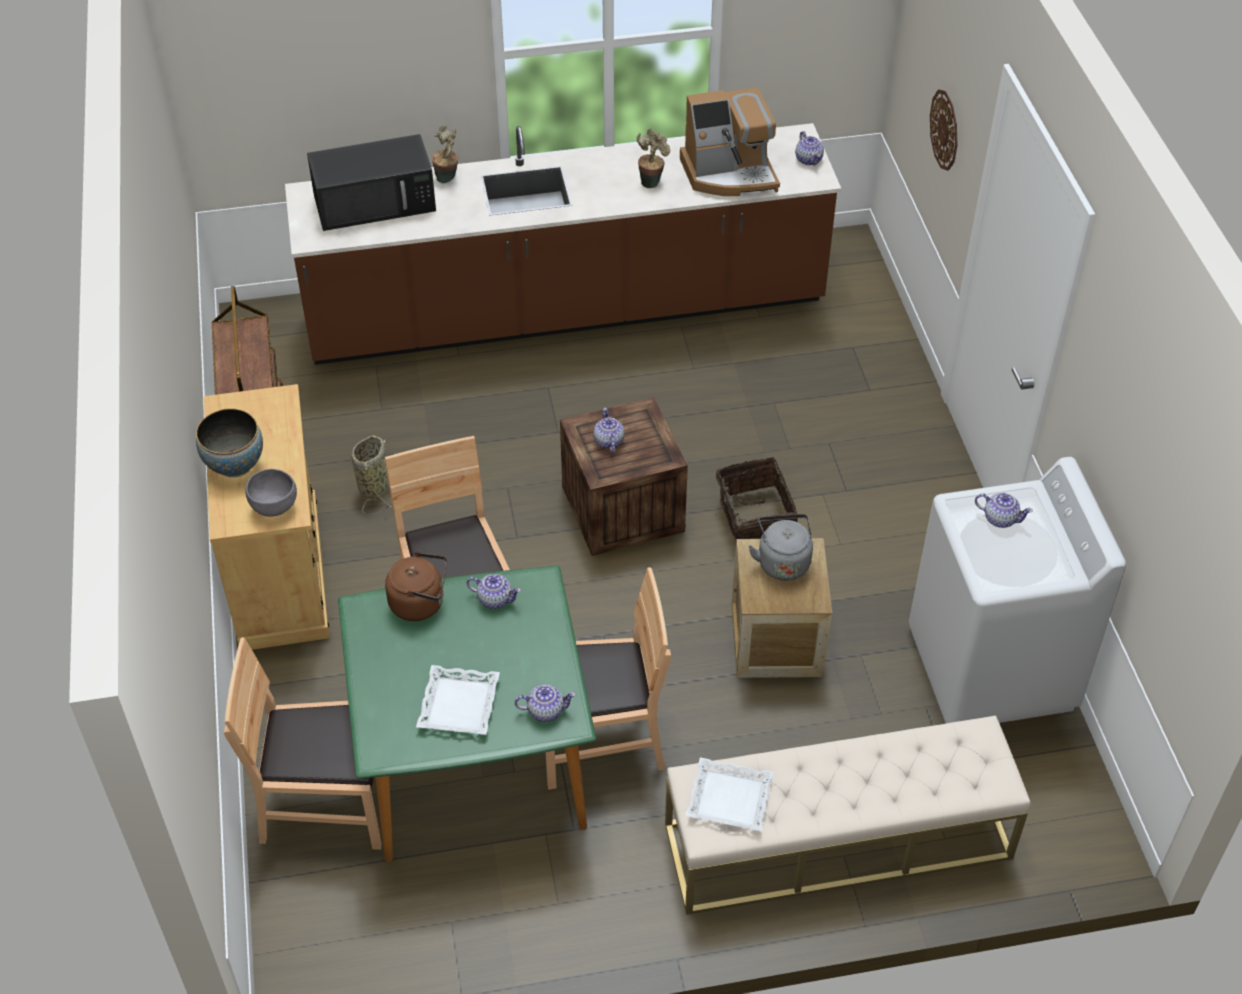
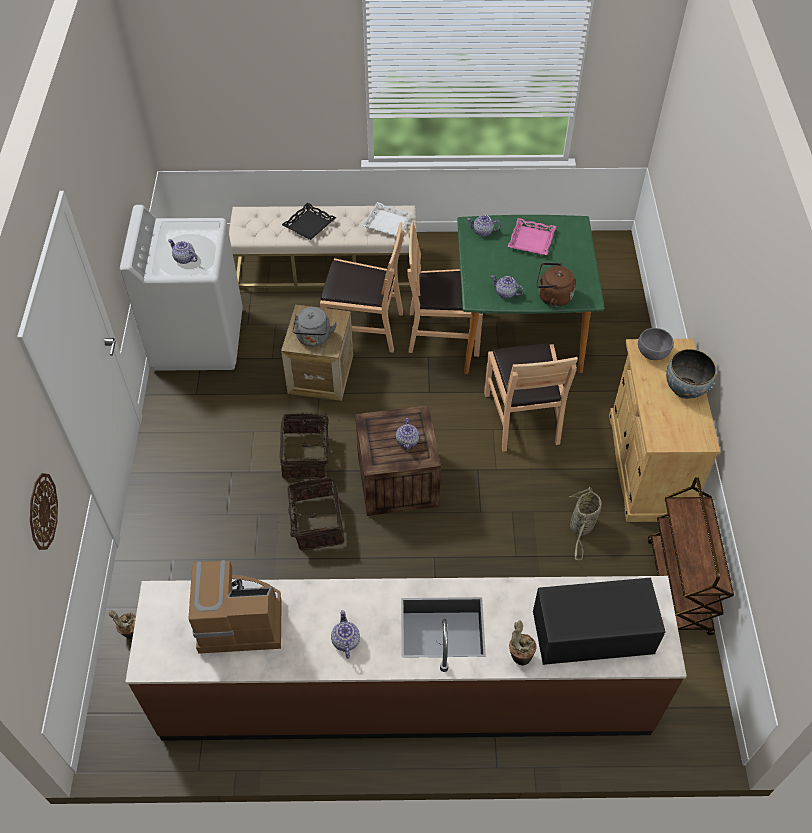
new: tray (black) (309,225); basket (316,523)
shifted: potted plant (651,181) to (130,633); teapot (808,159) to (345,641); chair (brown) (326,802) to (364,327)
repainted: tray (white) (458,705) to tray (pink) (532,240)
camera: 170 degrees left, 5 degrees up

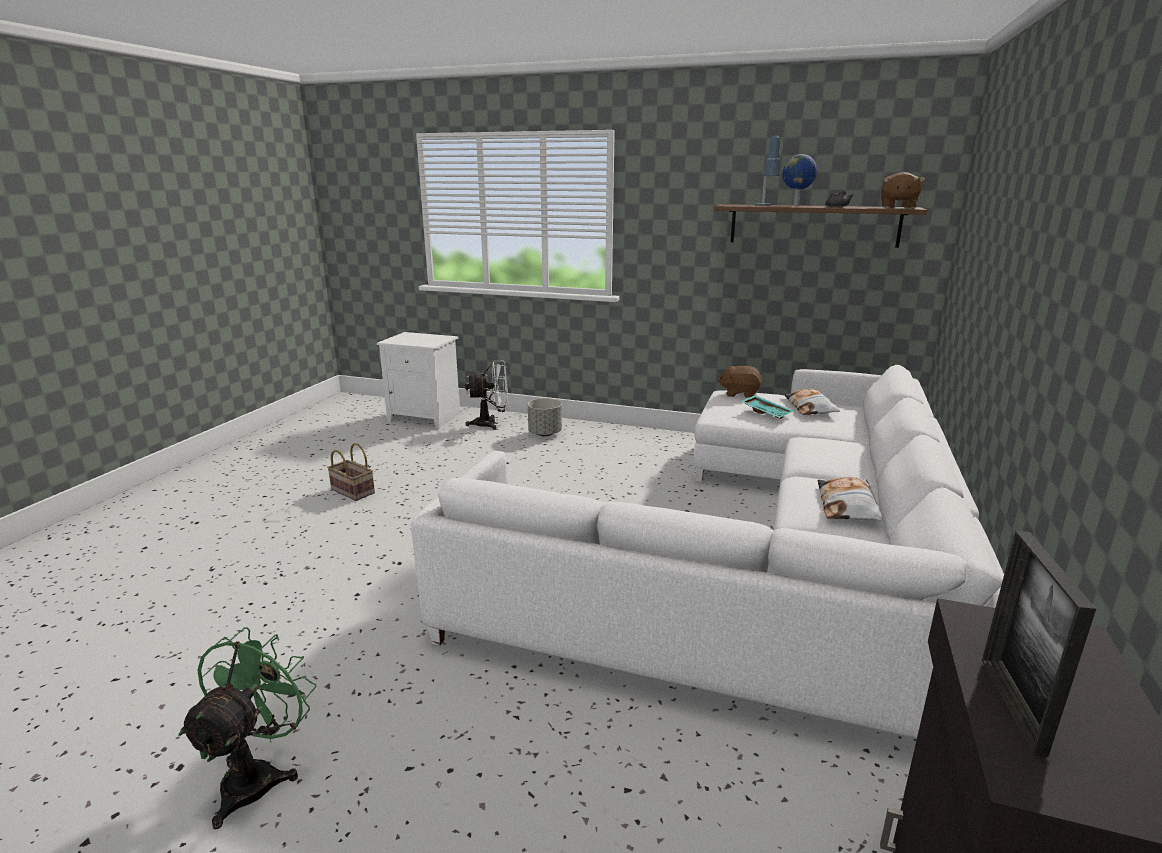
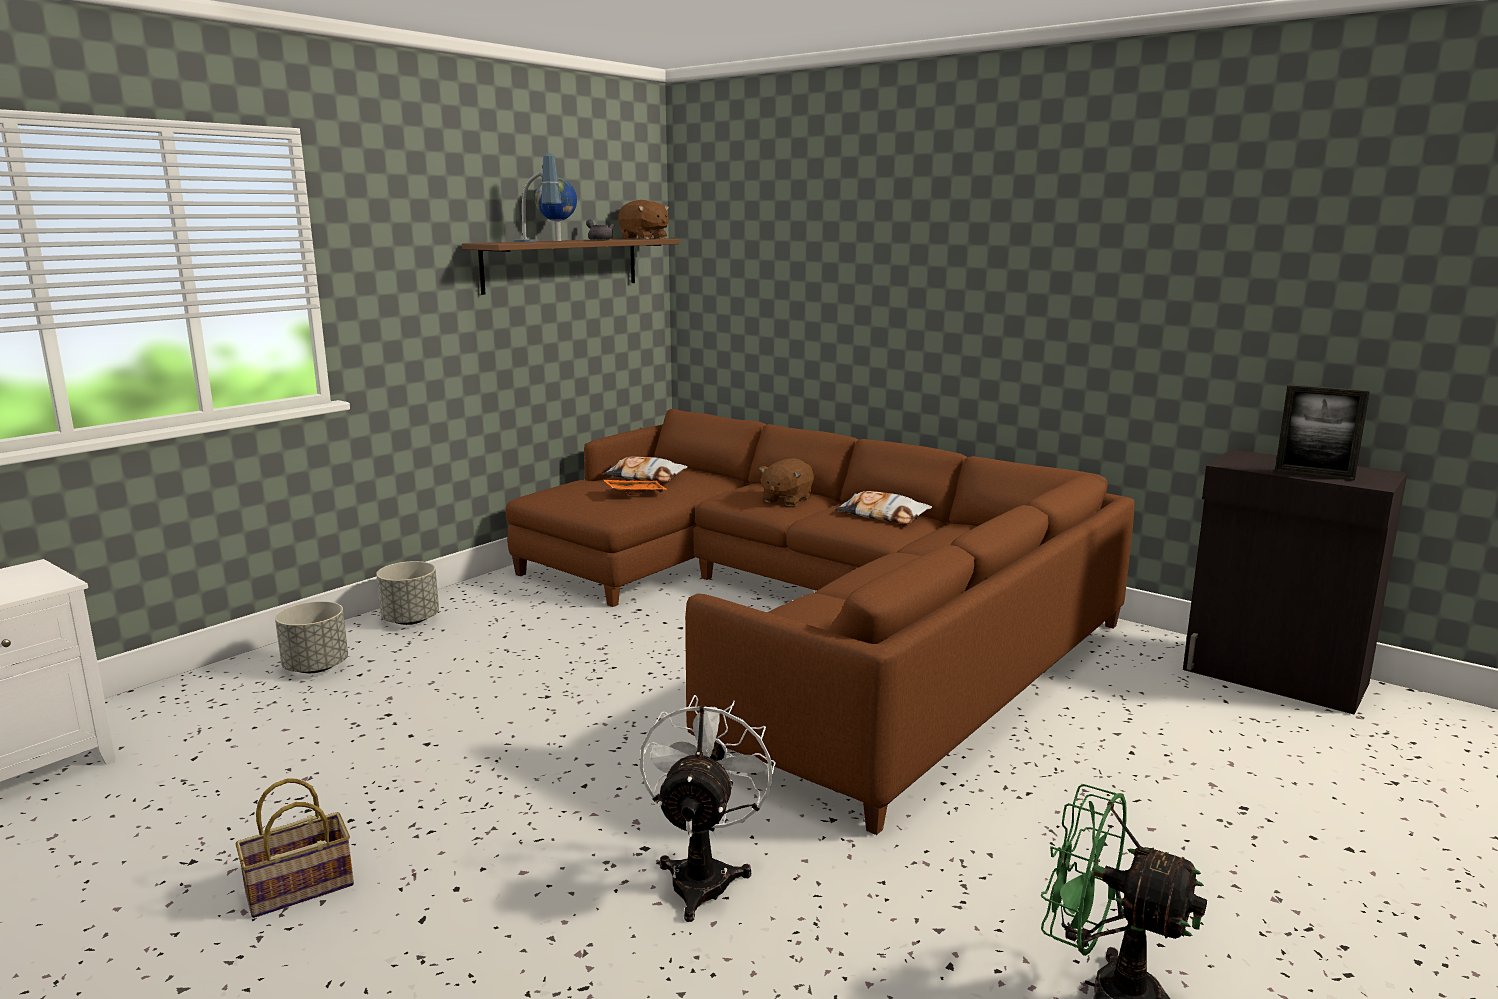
new: planter (grey) (411,620)
shifted: fan (white) (491,424) to (704,875); plush toy (brown) (739,394) to (786,500)
repainted: sofa (white) (769,557) to sofa (brown) (811,614); tray (turquoise) (766,412) to tray (orange) (634,492)
camera: 70 degrees left, 5 degrees down

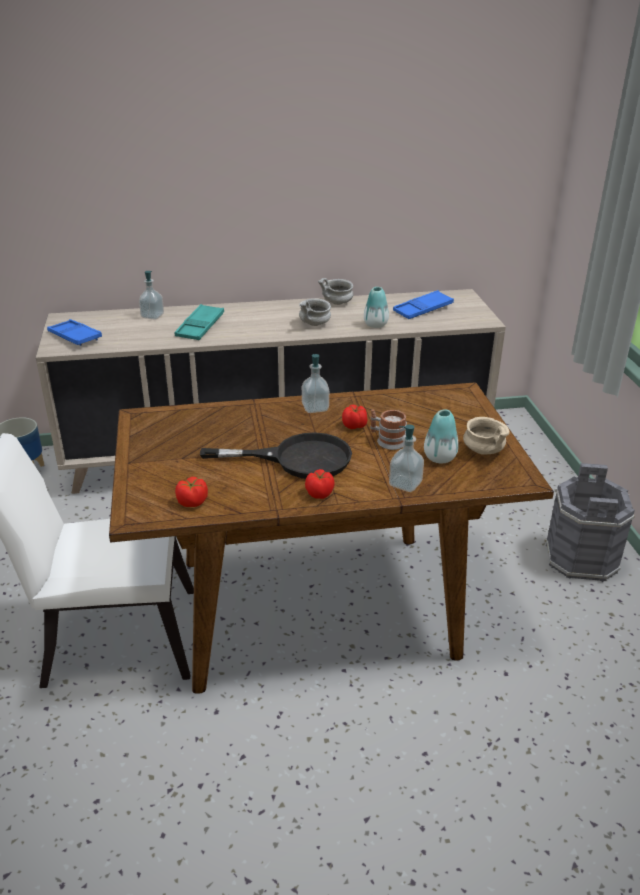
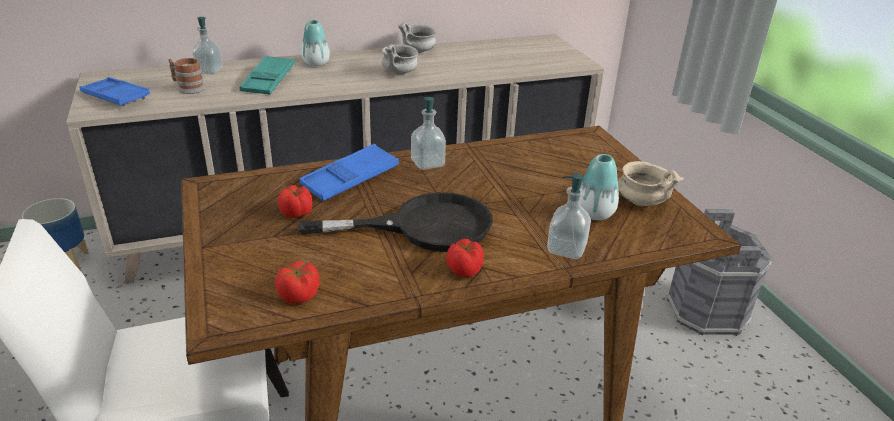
shifted: vase (375,325) to (316,63); tray (blue) (423,309) to (350,178); tomato (355,426) to (297,213); mug (387,440) to (187,88)
camera: 10 degrees left, 0 degrees up

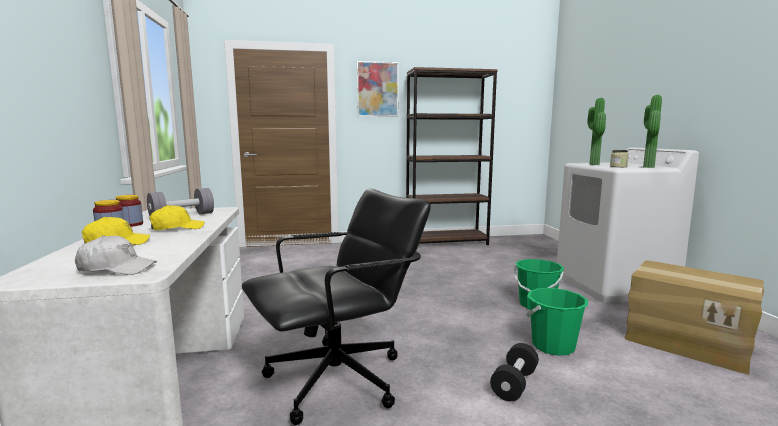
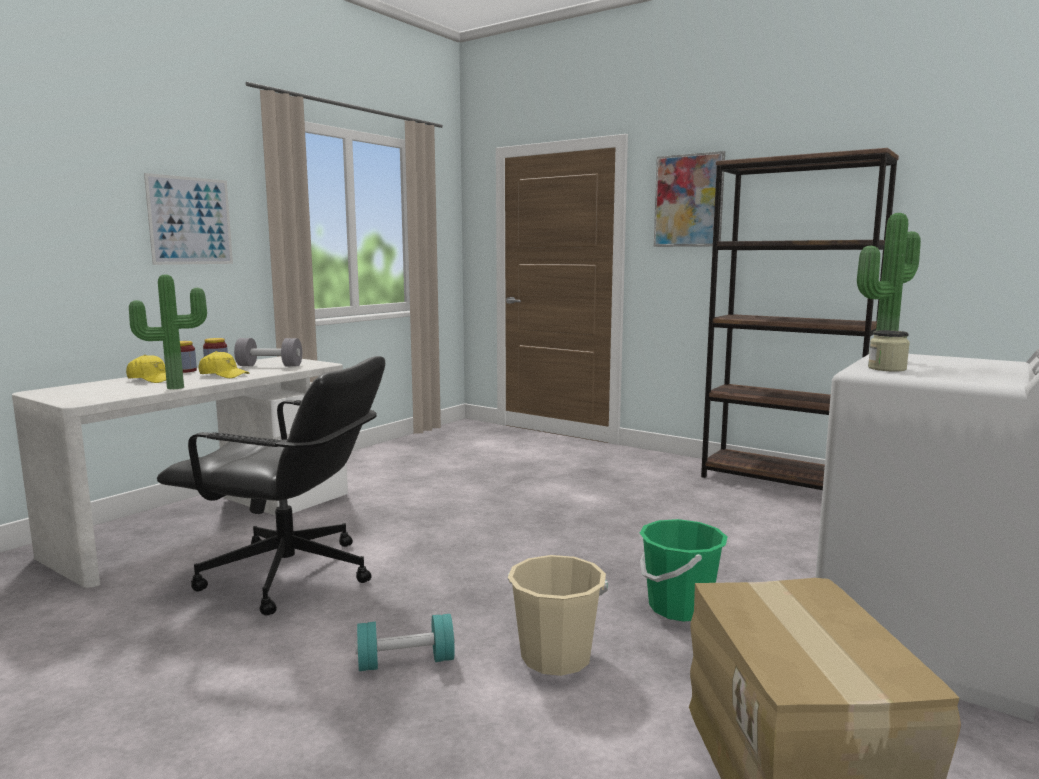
gone: cap (white) (117,268)
new: picture (190,221)
shifted: potted plant (646,167) to (175,387)
repainted: bucket (green) (553,346) to bucket (beige) (556,657); dumbbell (black) (514,384) to dumbbell (turquoise) (406,662)
camera: 45 degrees right, 0 degrees up

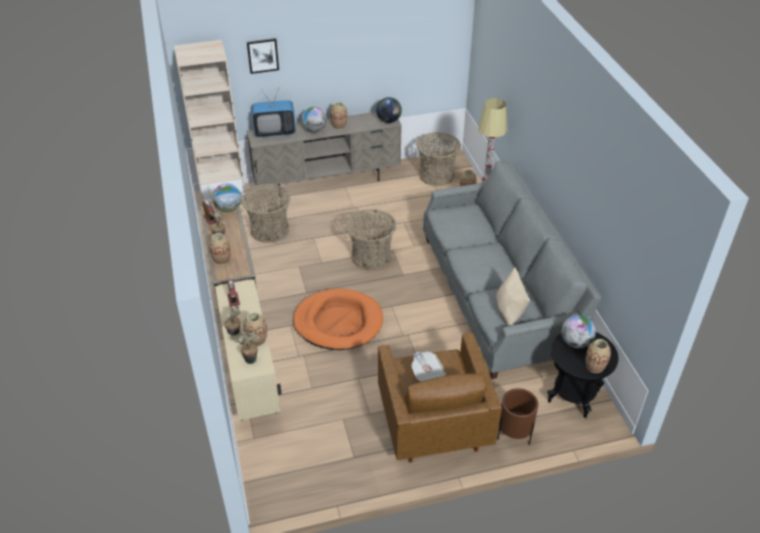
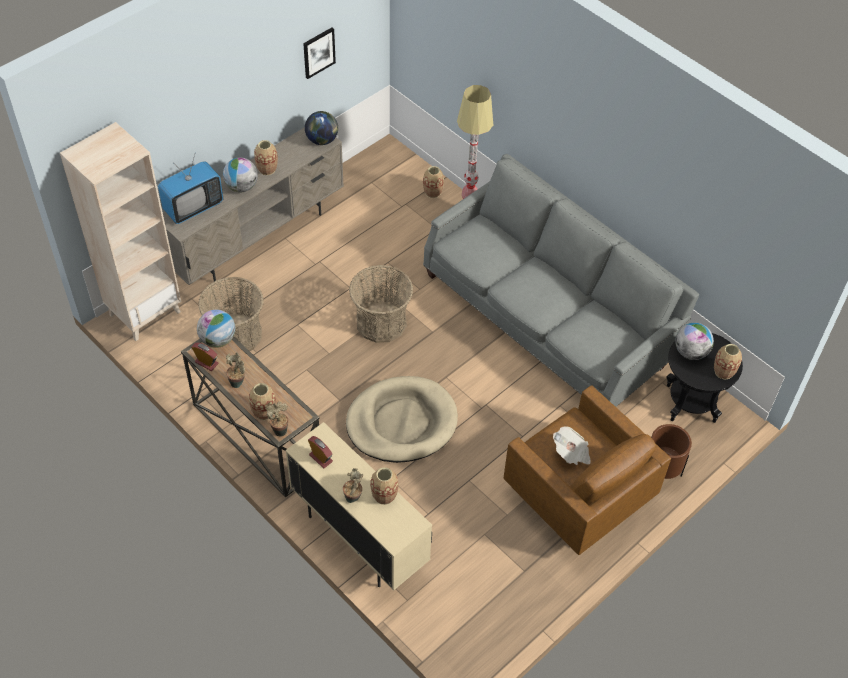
gone: basket (436,175); pillow (beige) (509,311)
shifted: picture (262,55) to (318,52); potted plant (250,358) to (279,430)
repainted: dog bed (orange) (338,322) to dog bed (beige) (401,422)
camera: 30 degrees left, 10 degrees up

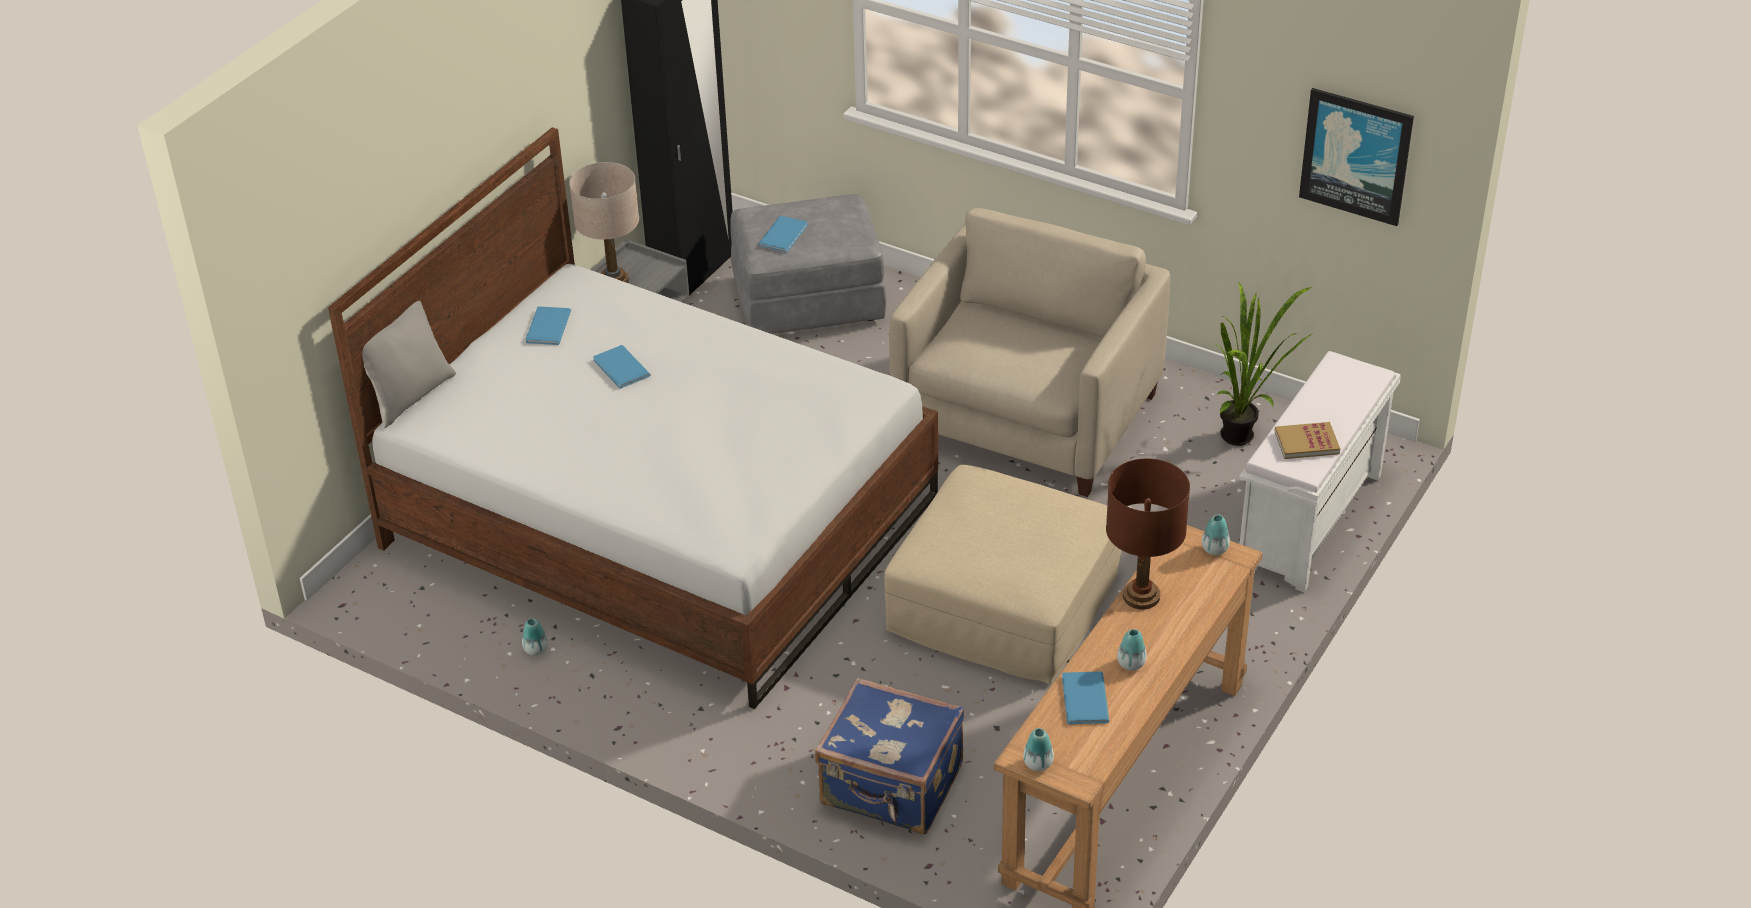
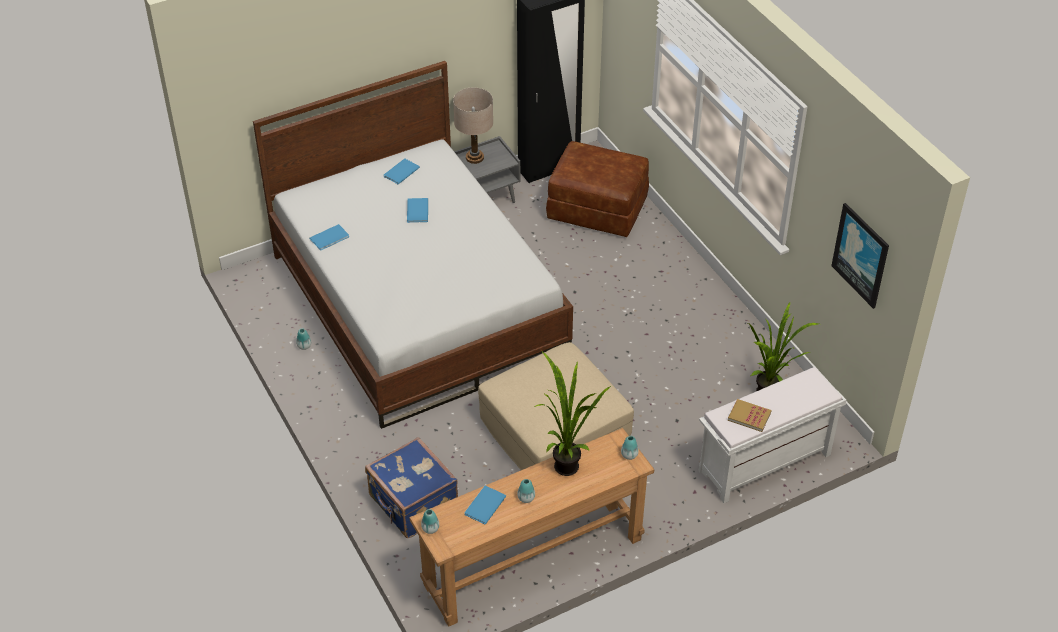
gone: armchair (beige) (1028,417); pillow (grey) (409,396)
shifted: book (blue) (785,234) to (330,238)
swapped: table lamp (brown) (1141,596) to potted plant (565,462)
repainted: ottoman (grey) (809,299) to ottoman (brown) (598,208)
camera: 30 degrees right, 5 degrees up

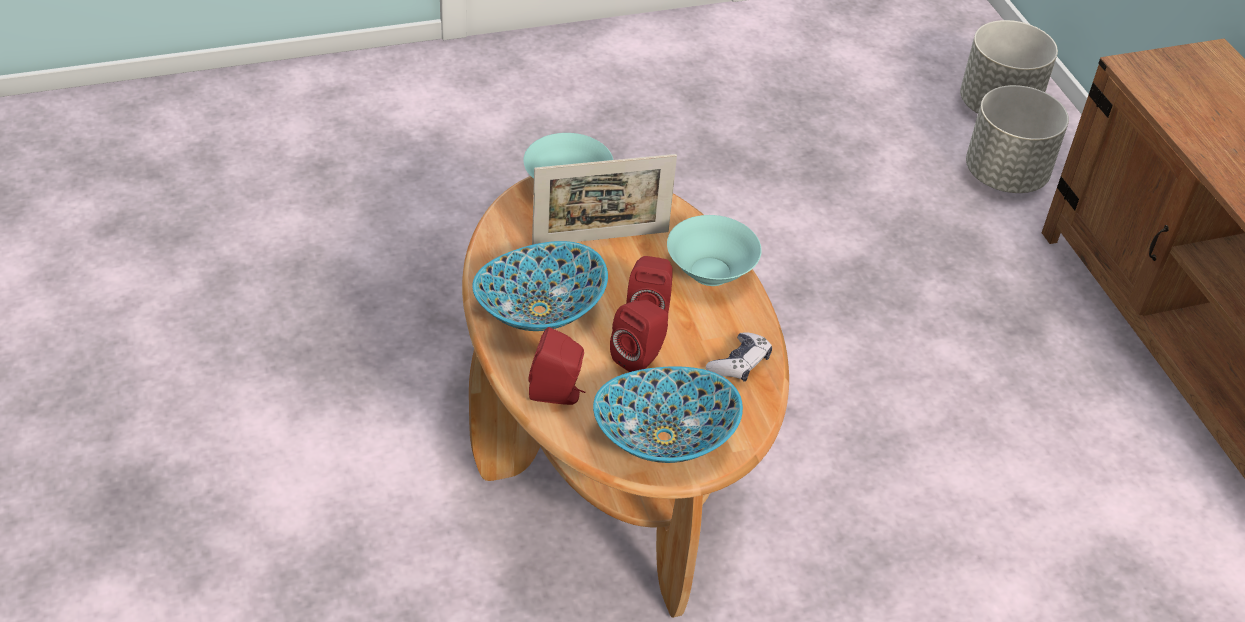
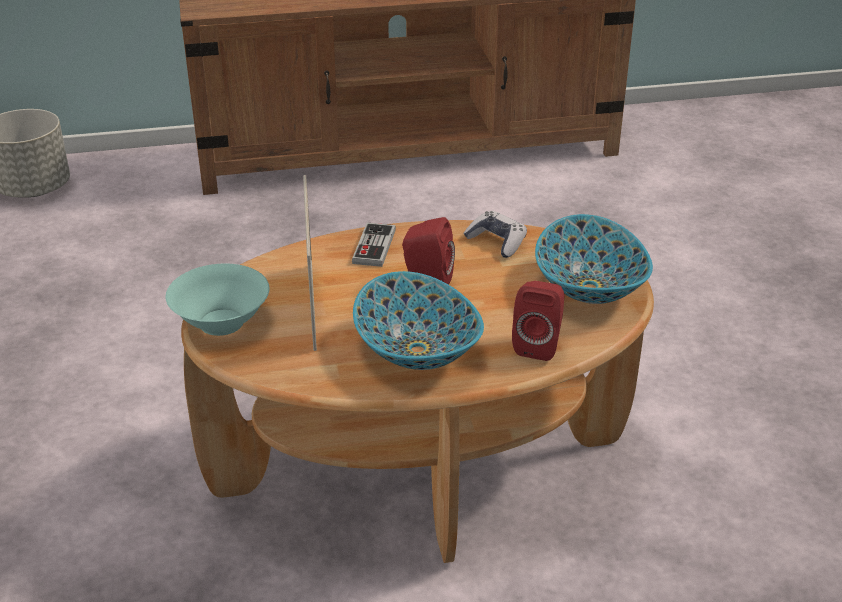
gone: planter (grey) (1005,175); speaker (red) (640,357)
swapped: bowl (turquoise) (709,272) to game controller (374,247)
camera: 80 degrees left, 10 degrees down

